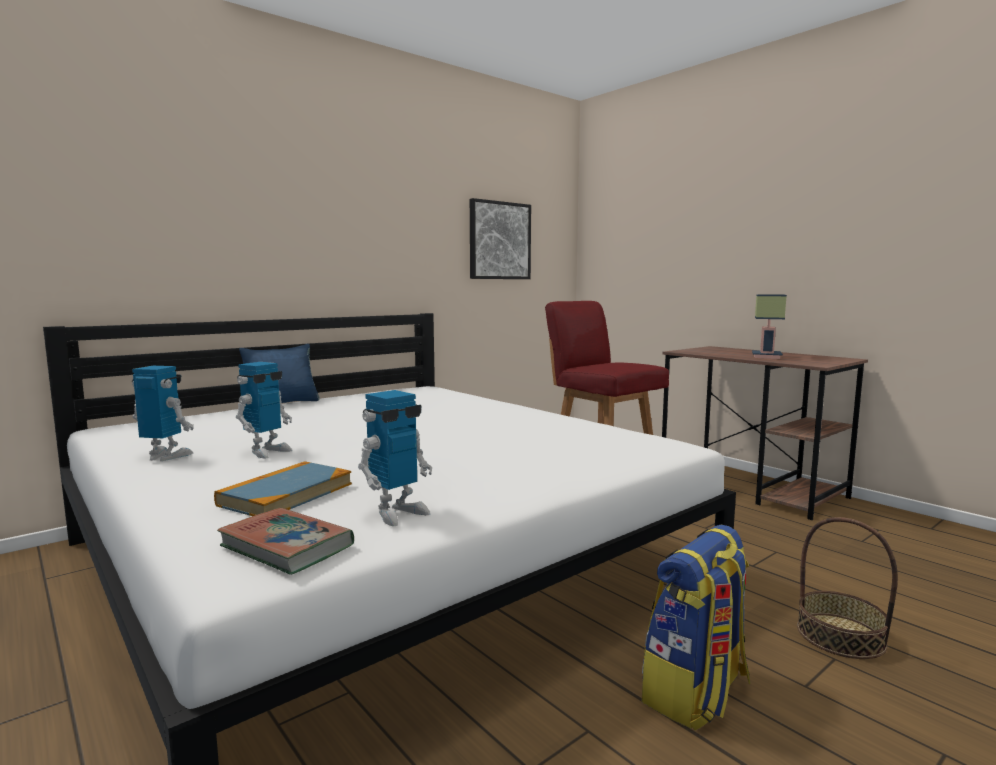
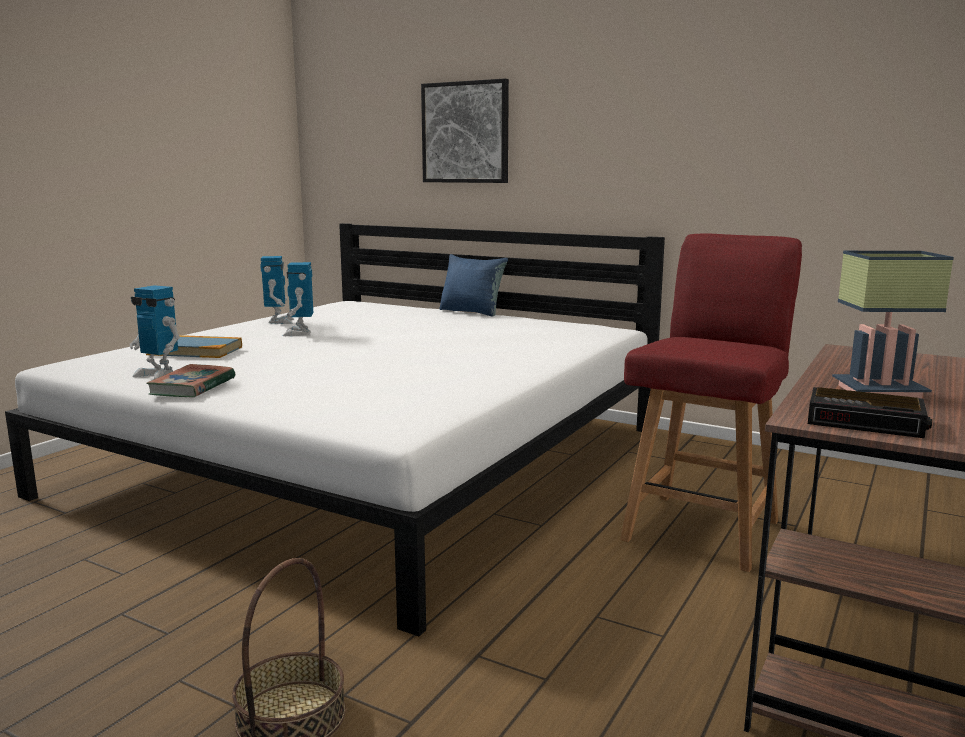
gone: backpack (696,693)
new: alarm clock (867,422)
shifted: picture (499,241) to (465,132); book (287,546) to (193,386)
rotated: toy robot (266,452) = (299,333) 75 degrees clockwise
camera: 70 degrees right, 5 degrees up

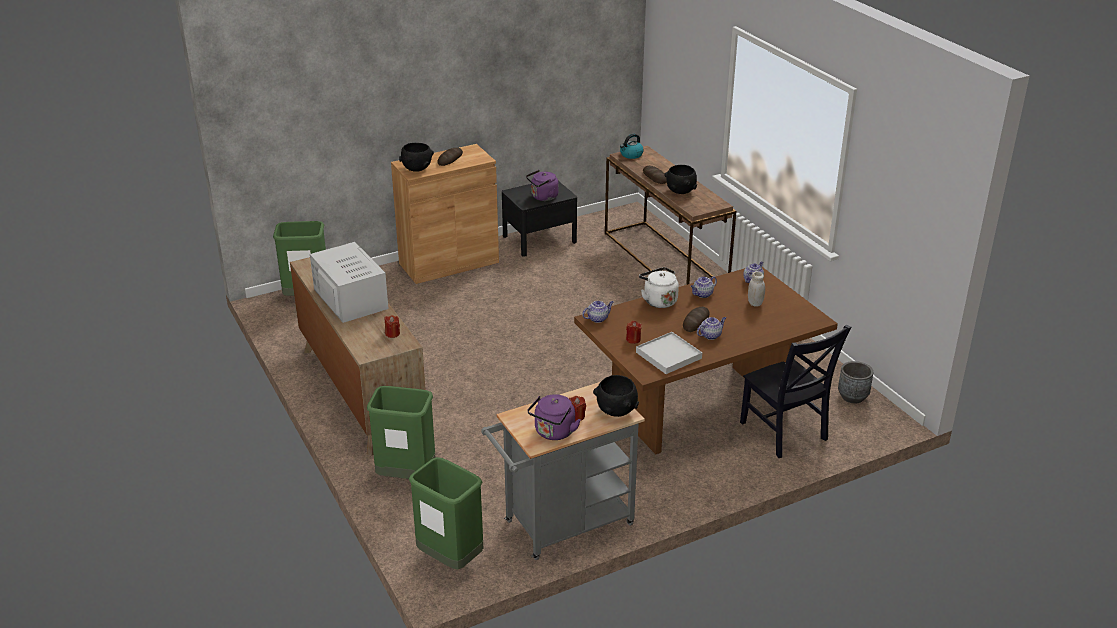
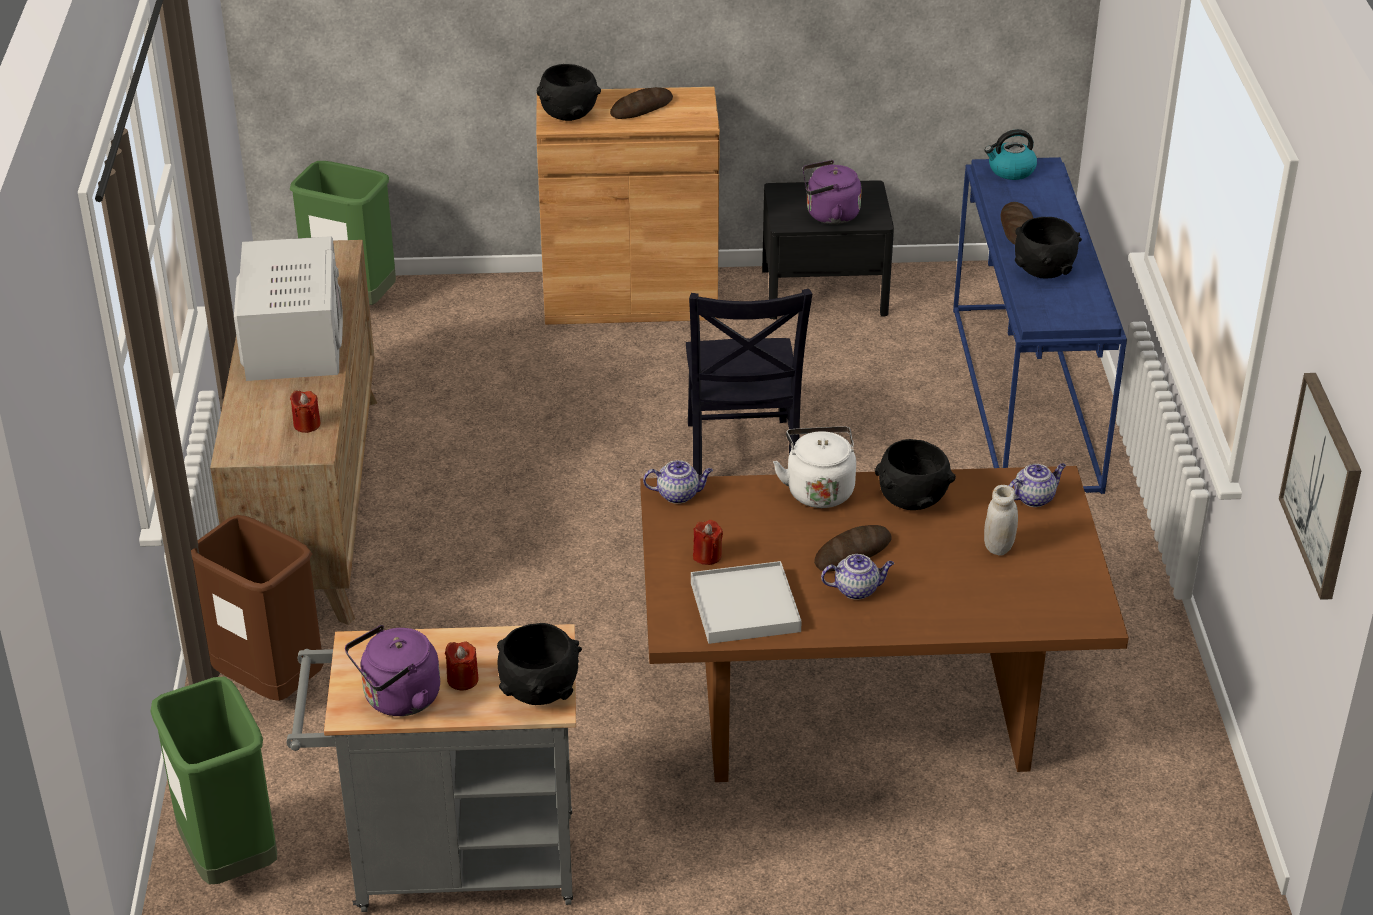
gone: planter (grey) (853,397)
new: picture (1324,485)
shifted: chair (black) (785,433) to (741,457)
swapped: teapot (702,294) to bowl (black) (911,500)
repainted: console table (brown) (666,261) to console table (blue) (1027,398); trash can (green) (406,476) to trash can (brown) (270,684)
camera: 25 degrees right, 5 degrees up

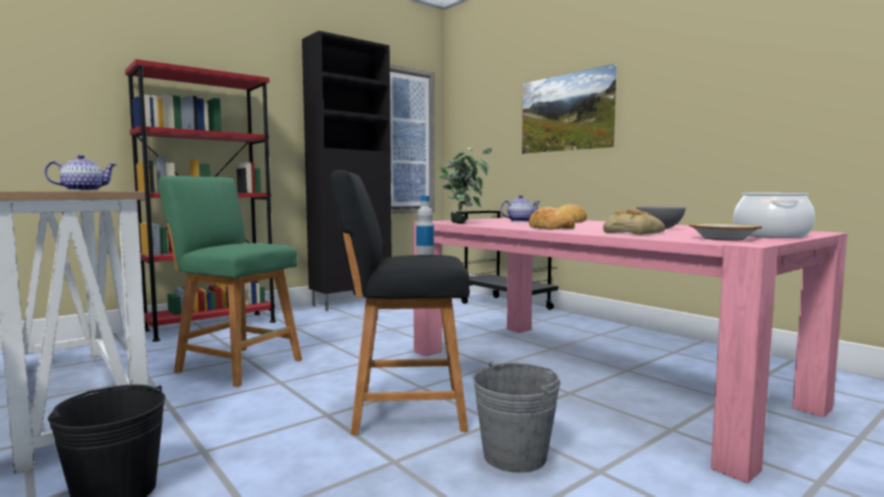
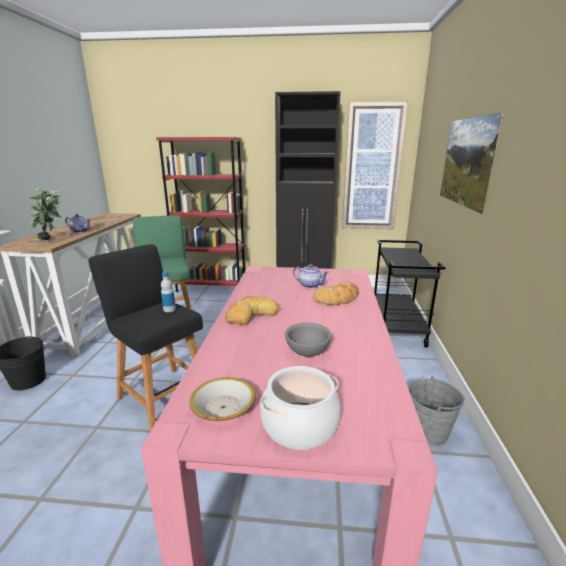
gone: bread (632,233)
shifted: potted plant (464,223) to (52,239); bucket (grey) (515,456) to (428,431)
camera: 45 degrees right, 15 degrees up

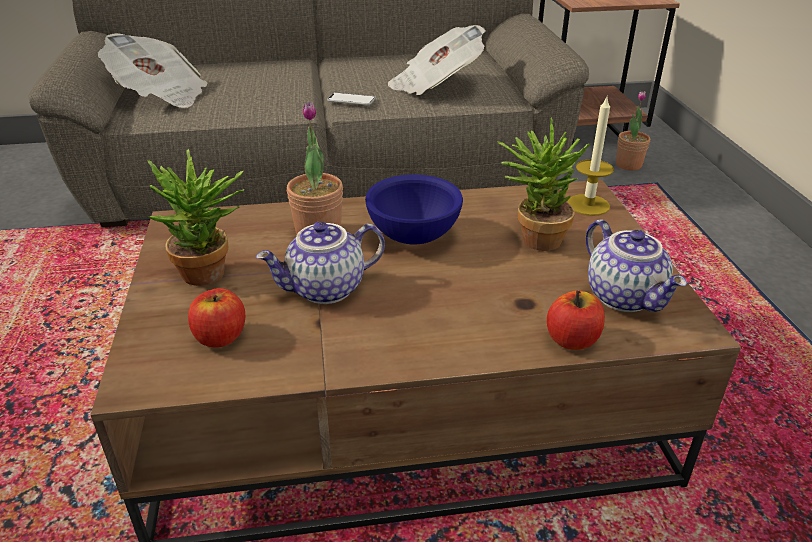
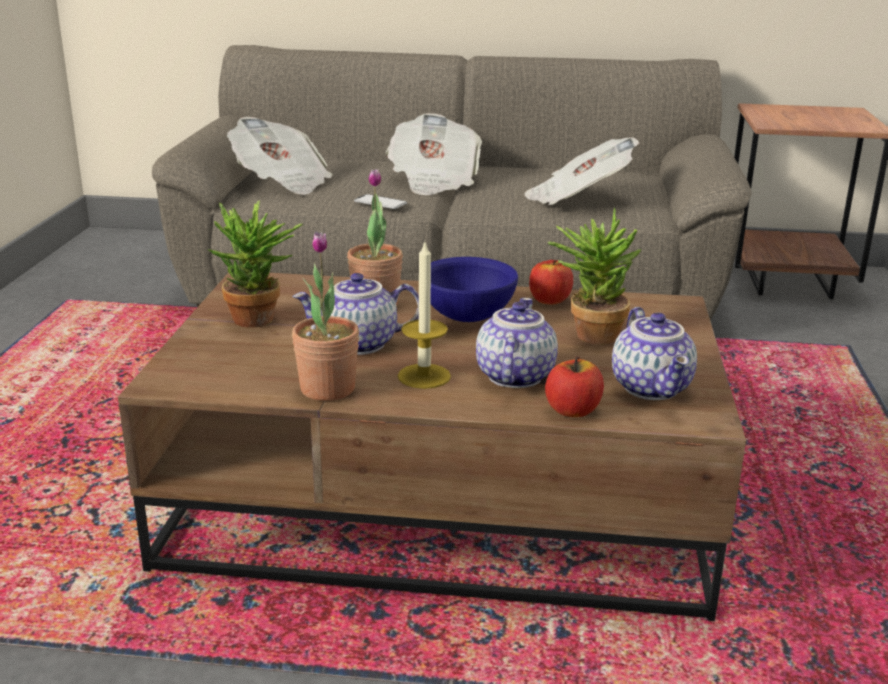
new: newspaper (433,181); teapot (513,376)
shifted: potted plant (628,165) to (327,389); phone (351,100) to (380,203); candle (588,205) to (424,376); apple (220,337) to (549,300)
camera: 15 degrees right, 10 degrees down

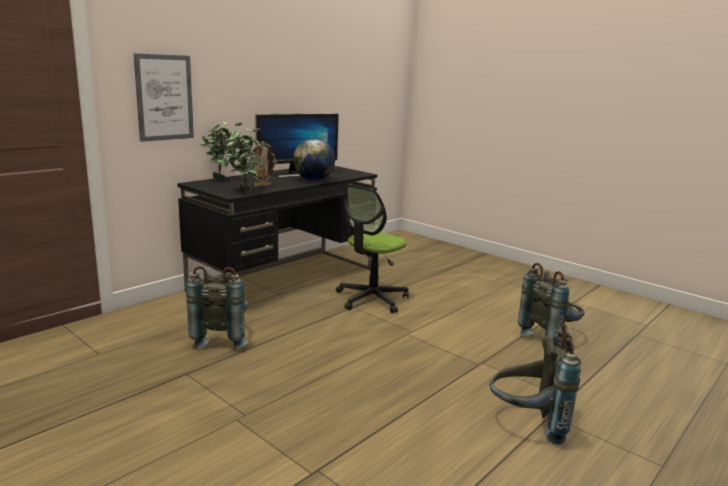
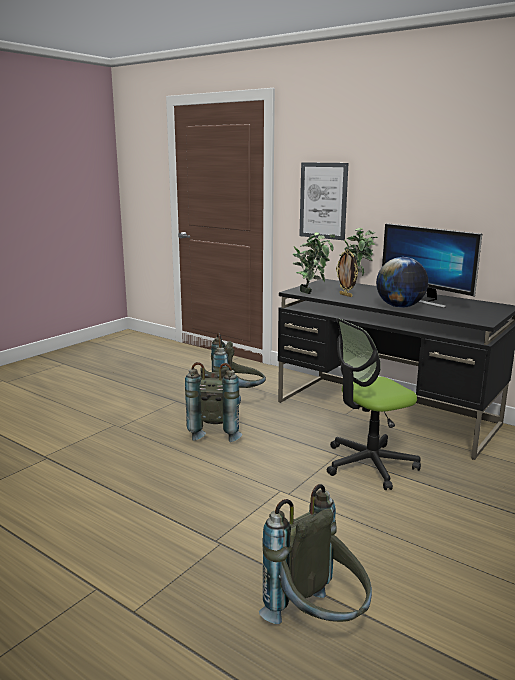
shifted: backpack (grey) (527,424) to (215,431)
rotated: office chair (371,299) = (369,464) 60 degrees counterclockwise
camera: 85 degrees right, 0 degrees up

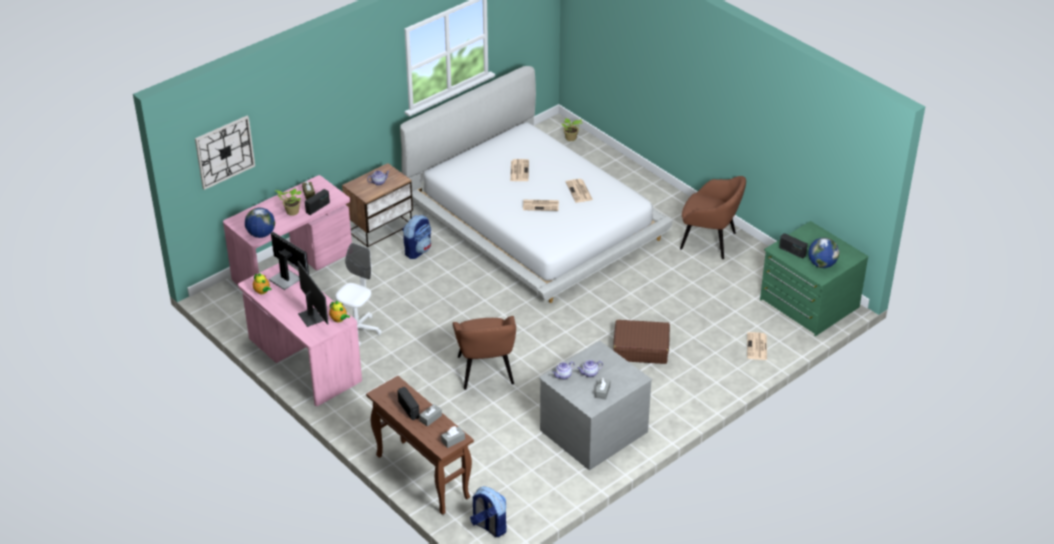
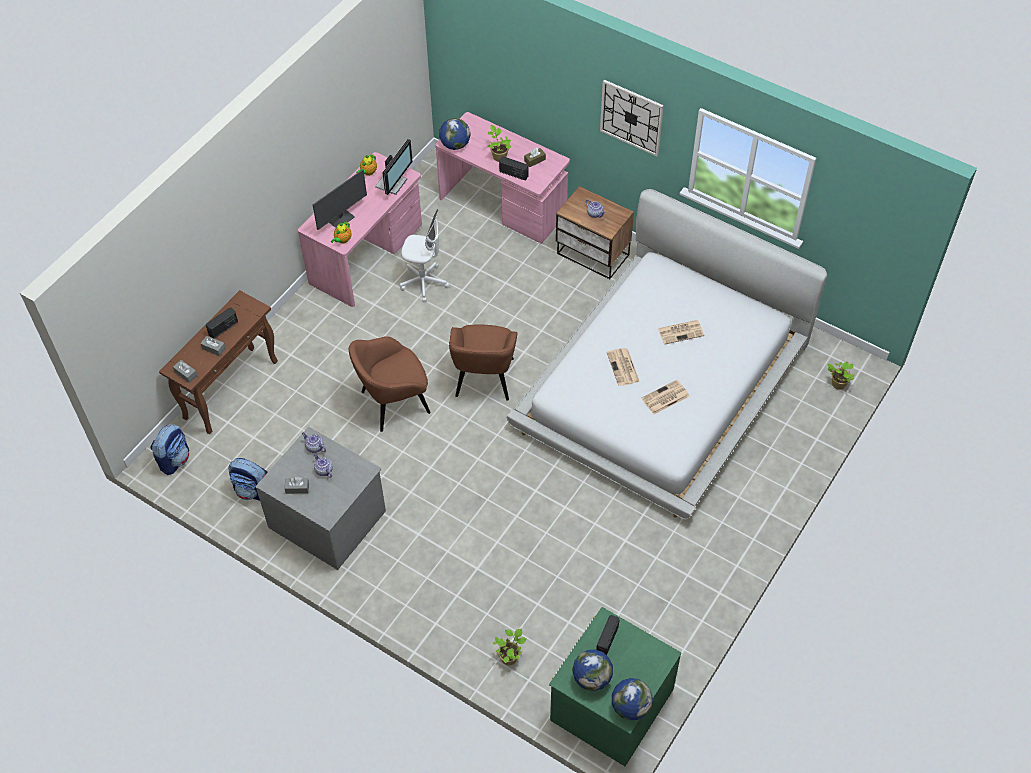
gone: suitcase (brown) (640,348)
new: globe (630,707)
shifted: wall clock (224,152) to (631,117); armchair (brown) (709,241) to (484,379); backpack (418,250) to (253,490)
swapped: newspaper (757,347) to potted plant (510,657)
camera: 75 degrees right, 15 degrees up

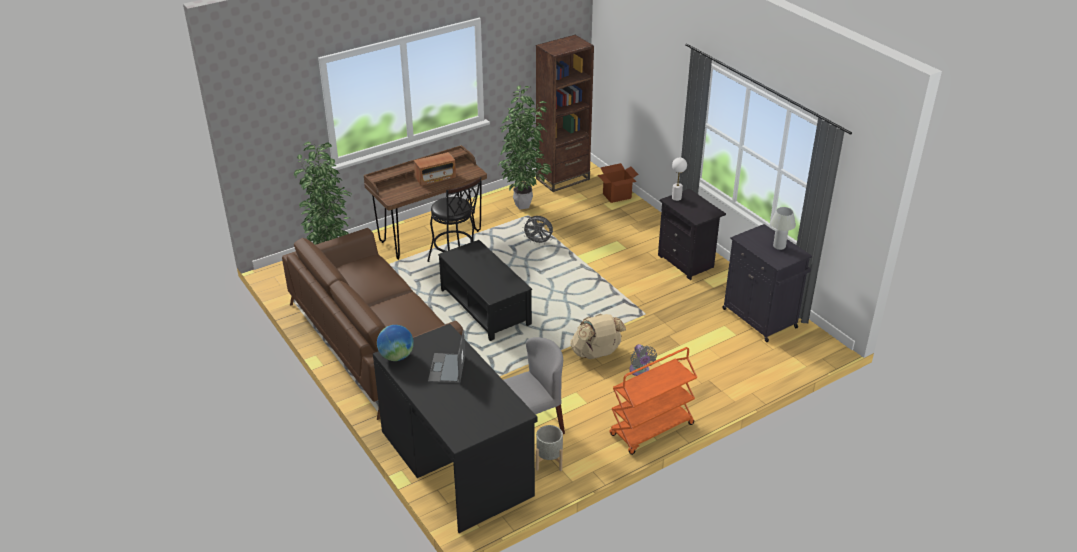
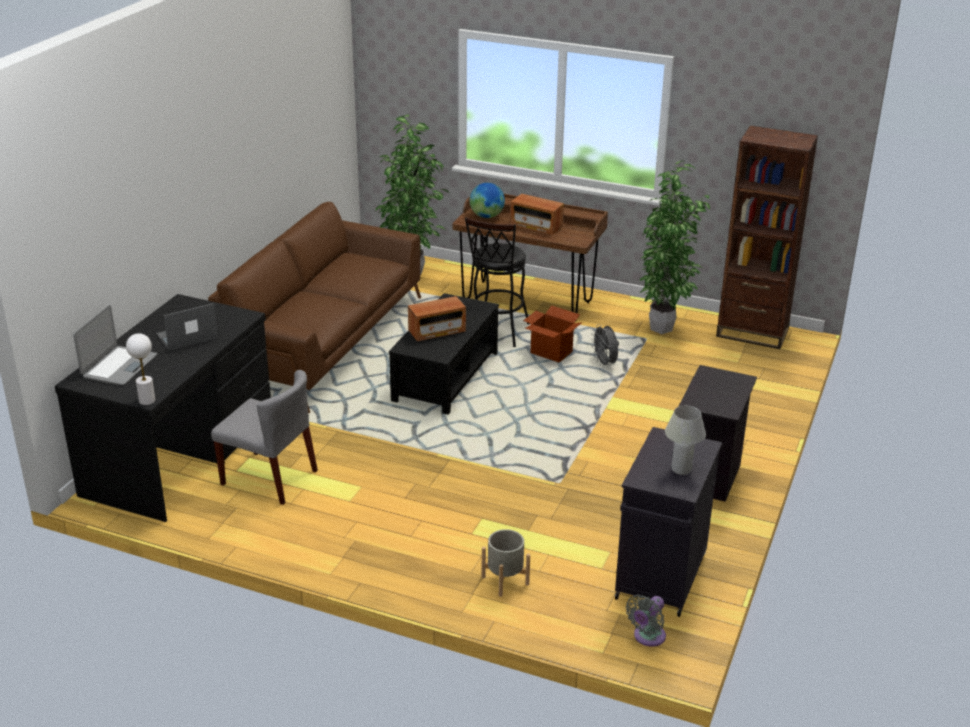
gone: backpack (beige) (596,354); cart (orange) (651,430)
new: radio (437,331); laptop (119,366)
shifted: table lamp (white) (676,198) to (146,400); cardboard box (617,196) to (551,353); globe (396,357) to (486,216); fan (grey) (640,371) to (647,637); planter (grey) (549,461) to (505,580)
camera: 55 degrees right, 5 degrees down

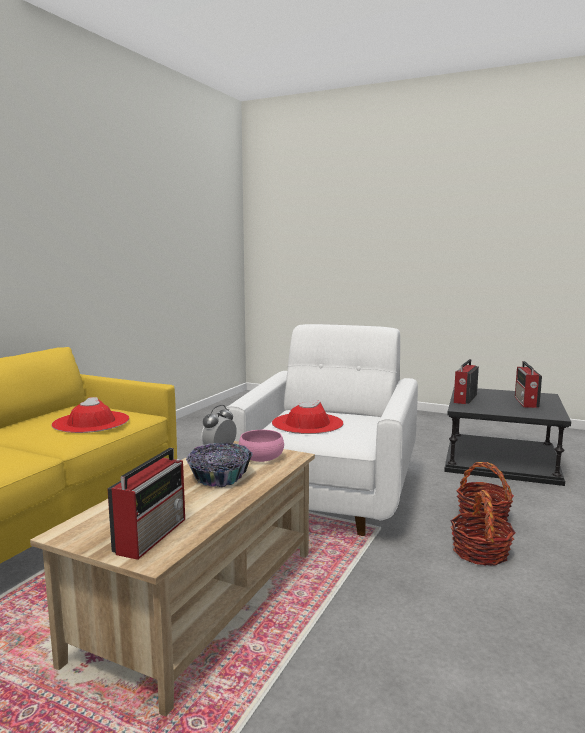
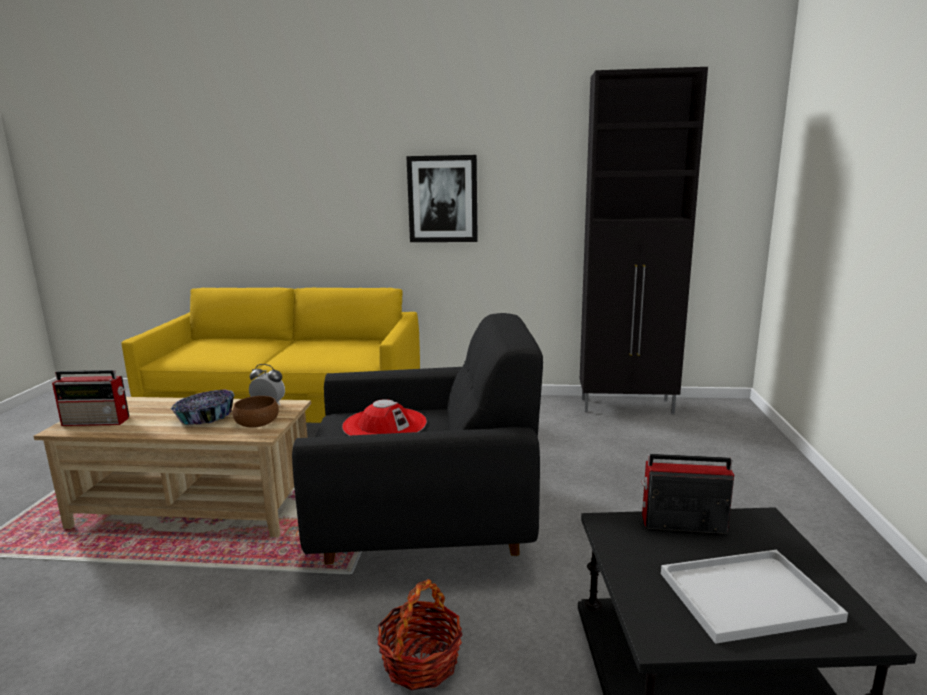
gone: hat (red) (91,422); basket (480,552)
new: cabinet (black) (628,406); picture (442,199)
swapped: radio (526,402) to tray (white) (746,598)
repainted: armchair (white) (329,495) to armchair (black) (425,524); bowl (pink) (261,457) to bowl (brown) (257,423)
camera: 70 degrees right, 5 degrees up

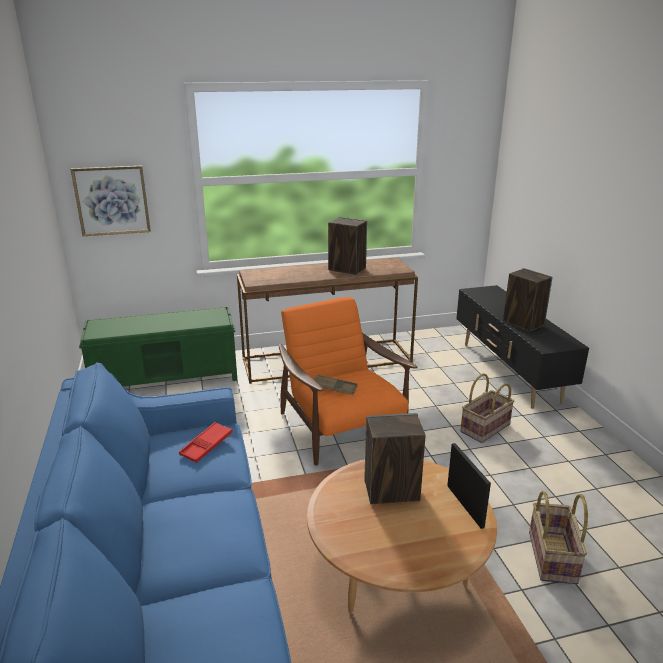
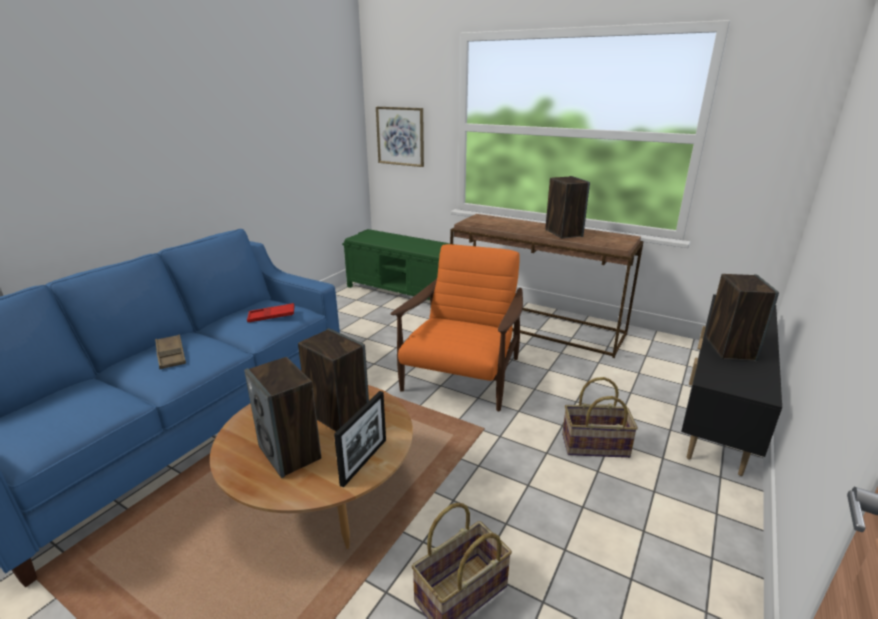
new: speaker (290,453)
shifted: tray (brown) (335,388) to (171,355)
camera: 45 degrees right, 0 degrees up

